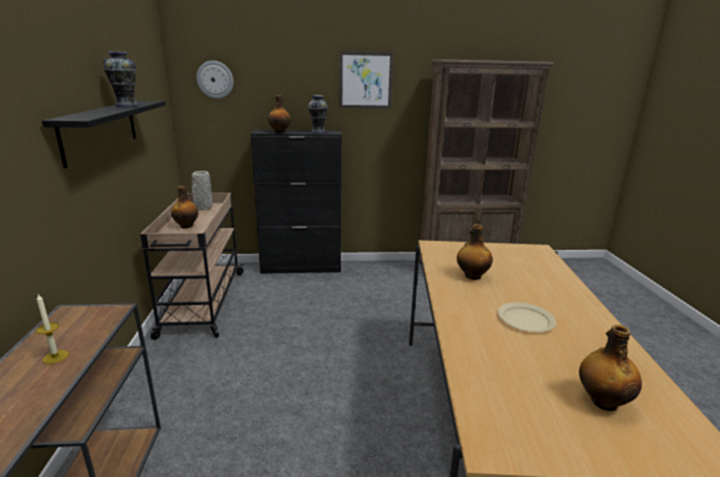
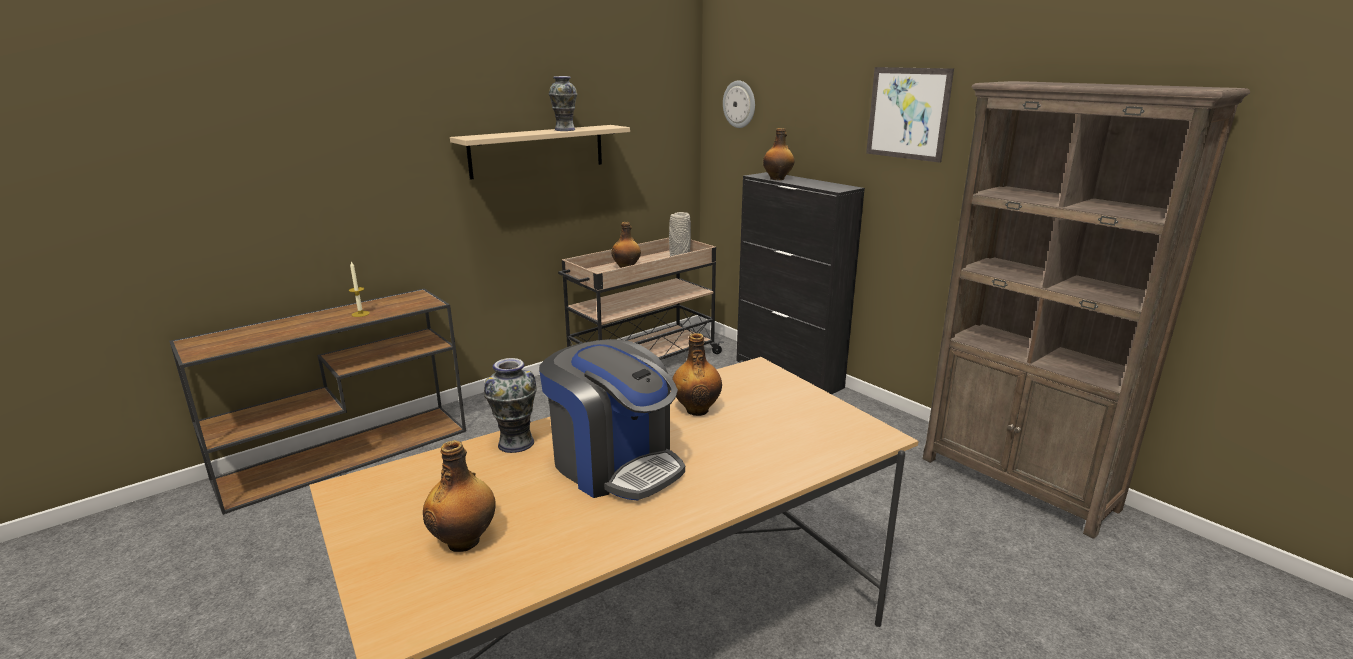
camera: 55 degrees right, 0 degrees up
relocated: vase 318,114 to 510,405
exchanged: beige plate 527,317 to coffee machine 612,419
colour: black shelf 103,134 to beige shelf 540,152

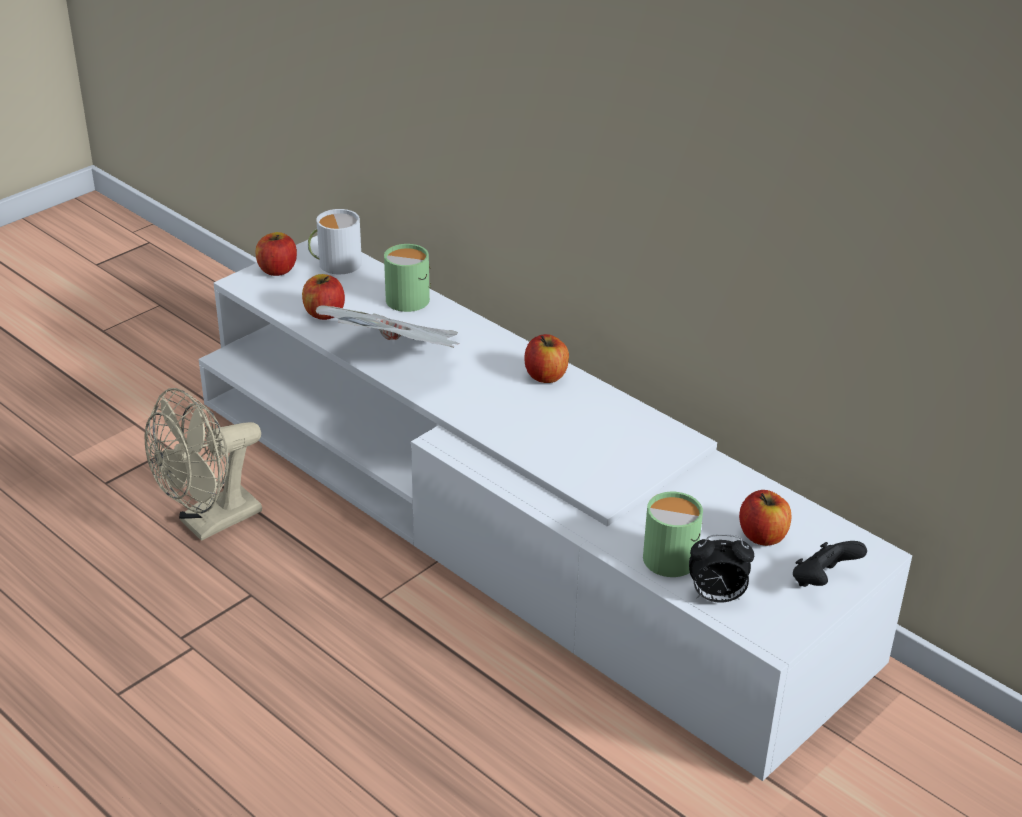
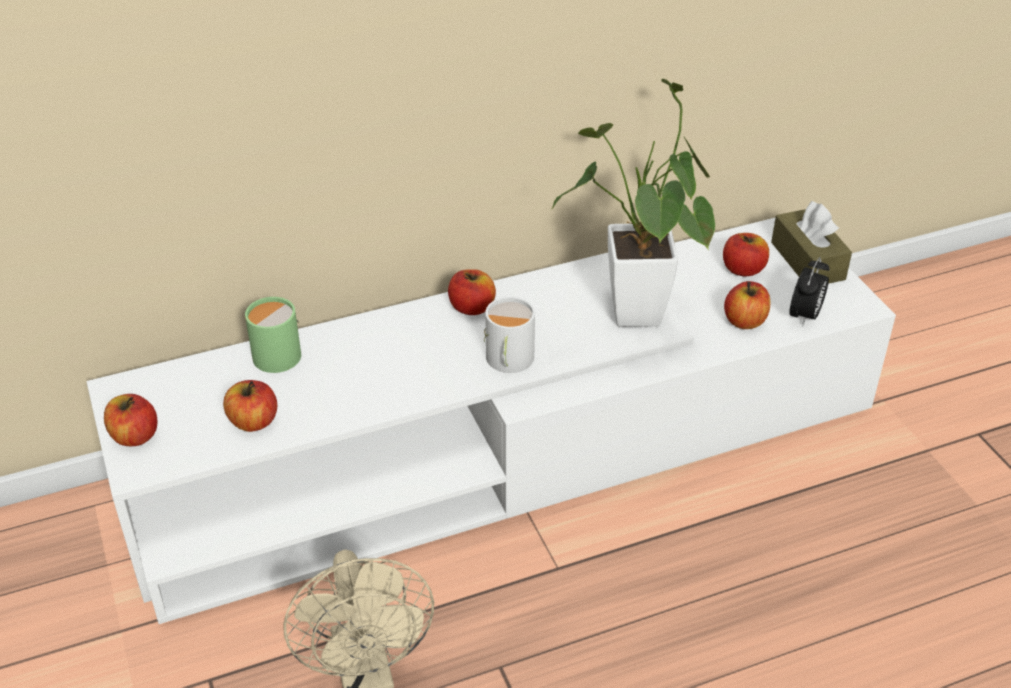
camera: 65 degrees left, 5 degrees up
missing: newspaper 387,326
appeared: potted plant 633,203
relocated: white mug 335,241 to 509,335
exchanged: green mug 673,534 to apple 747,305; black game controller 830,564 to brown tissue box 811,242

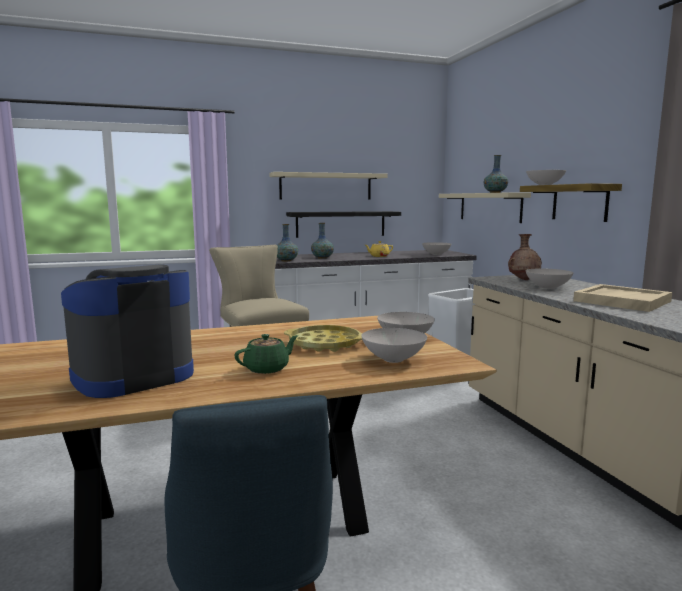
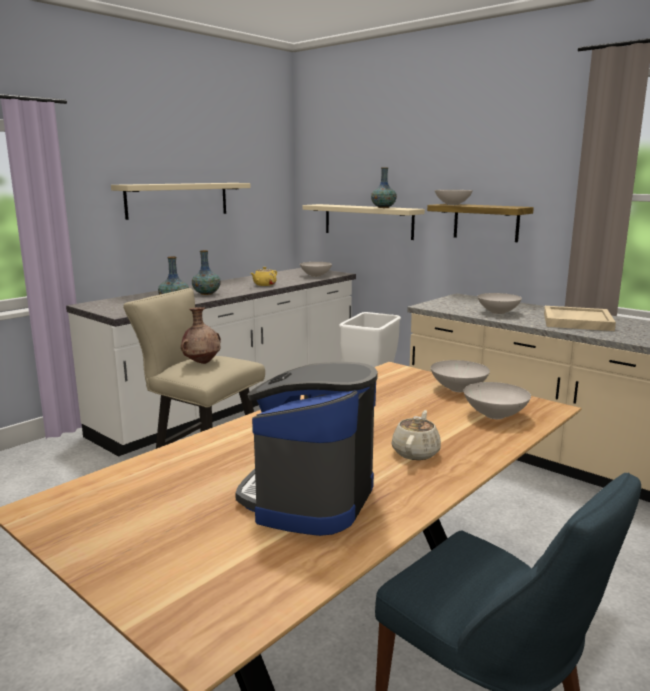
camera: 30 degrees left, 5 degrees up
missing: black shelf 343,224; yellow tray 323,338
relocated: brown vase 525,257 to 201,335
colour: green teapot 266,354 to beige teapot 416,435

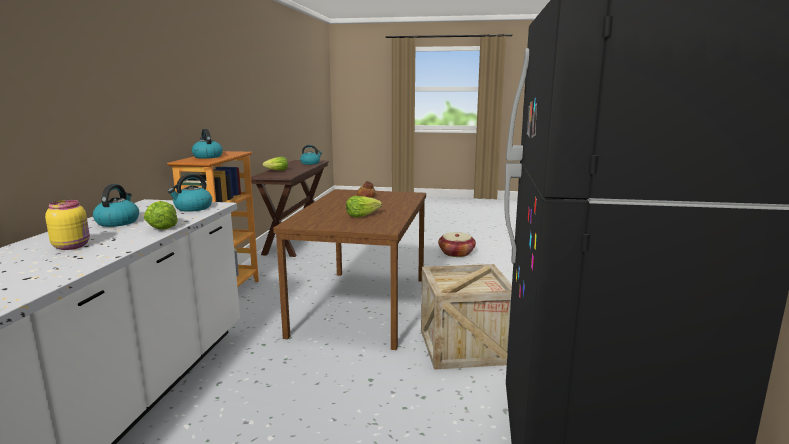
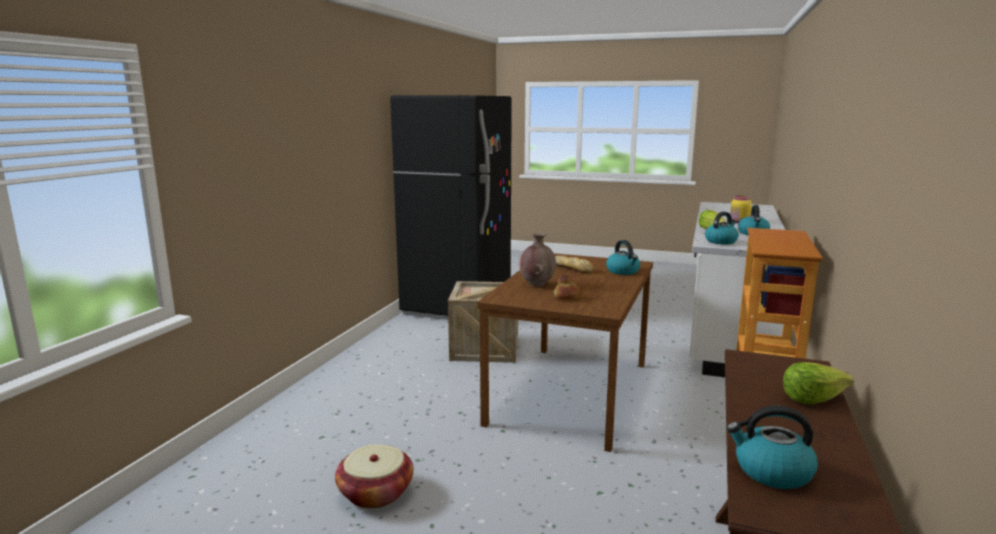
camera: 170 degrees left, 0 degrees up
appeared: brown vase 537,260
relocated: kettle 207,144 to 623,257
exchanged: lettuce 364,206 to bread 574,264

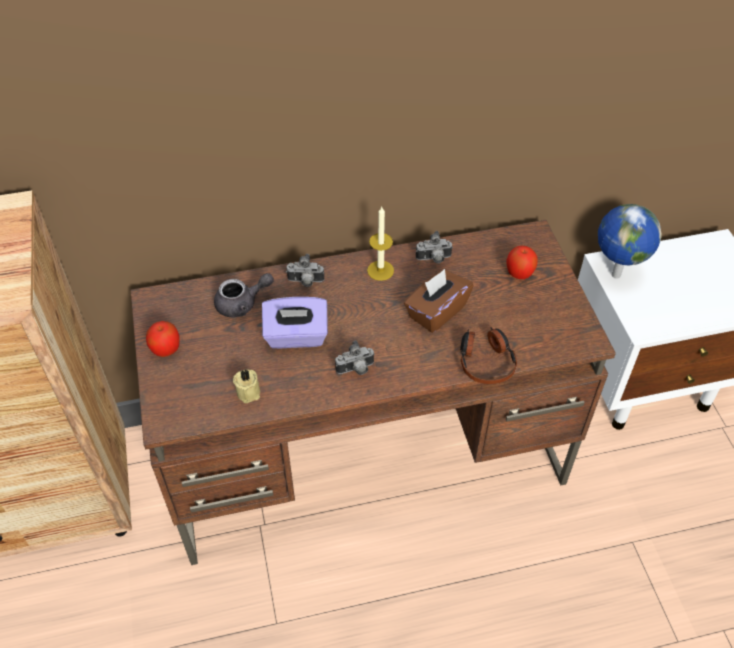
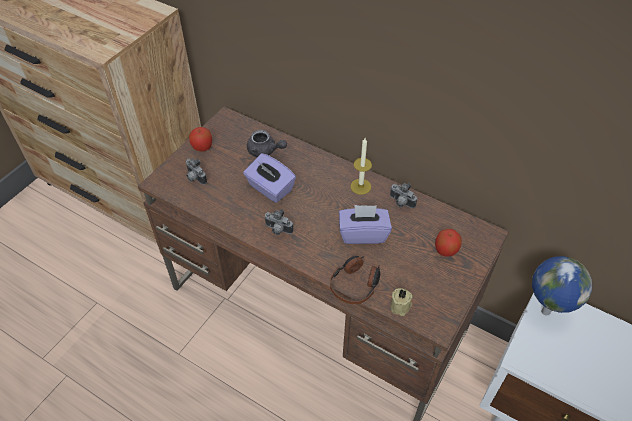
camera: 45 degrees right, 0 degrees up
relocated: photo camera 305,270 to 196,172; beige candle 246,386 to 402,302
colour: brown tissue box 439,301 to purple tissue box 365,224

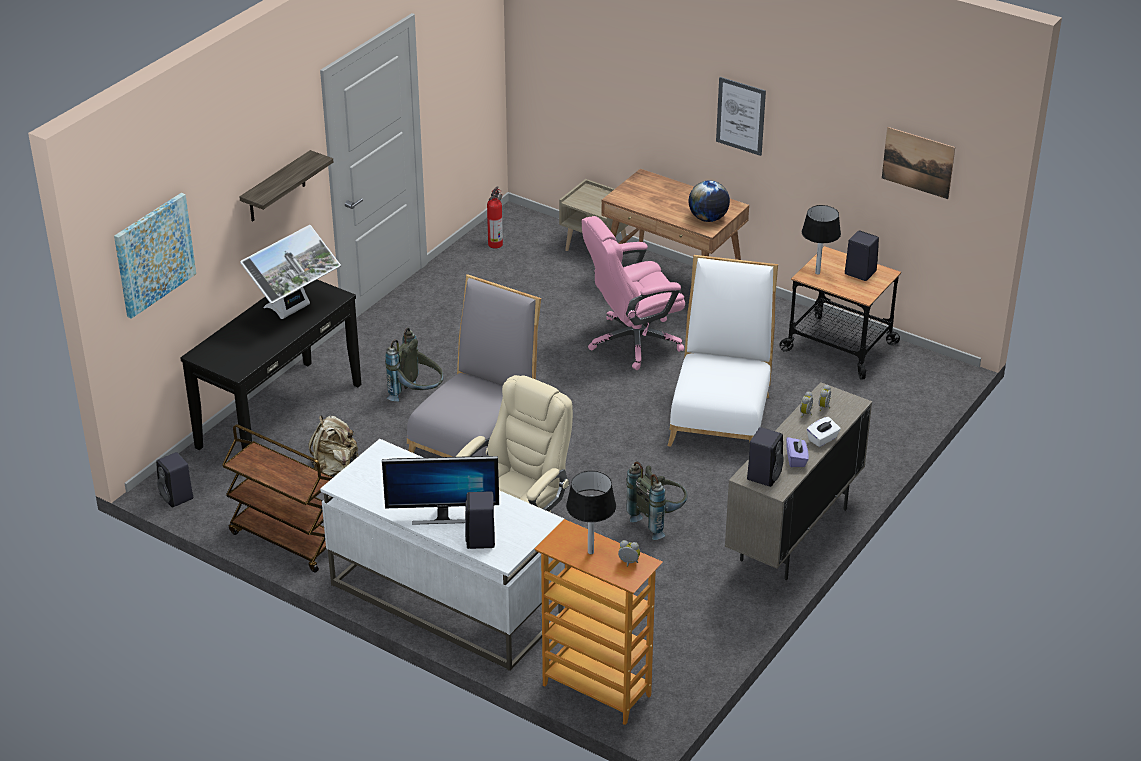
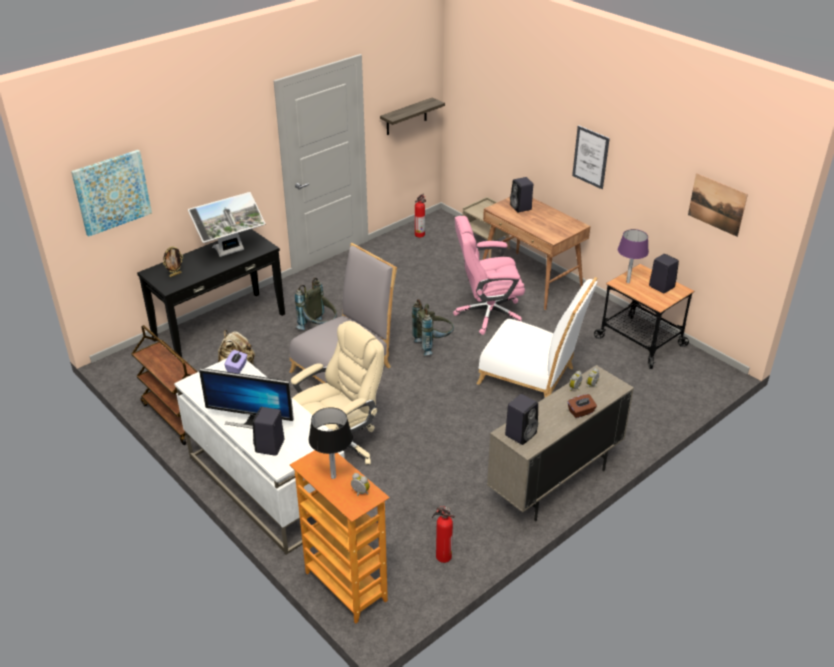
camera: 15 degrees right, 0 degrees up
missing: globe 709,201
appeared: picture frame 173,262; fire extinguisher 443,534
relocated: shelf 286,186 to 412,116; purple tissue box 797,452 to 235,361; black speaker 174,479 to 521,194; grey backpack 656,501 to 433,327
colour: black table lamp 821,239 to purple table lamp 633,256; white tissue box 824,432 to brown tissue box 582,406
spun: white chair 723,350 = 537,337 90 degrees clockwise

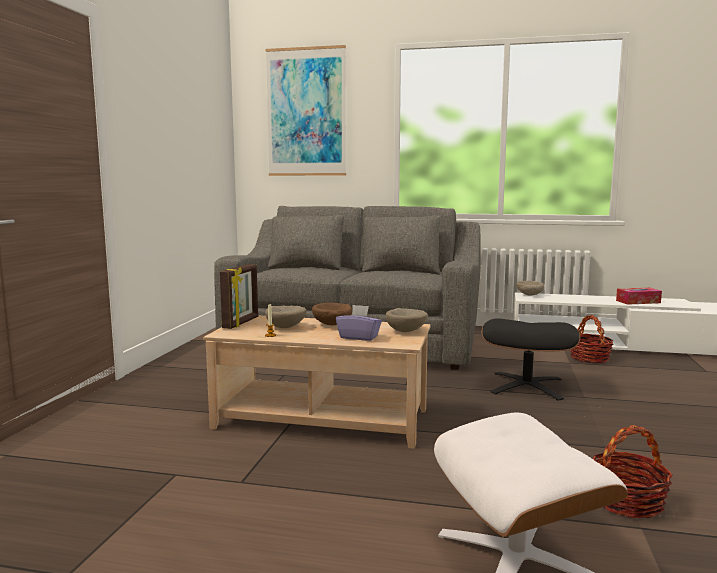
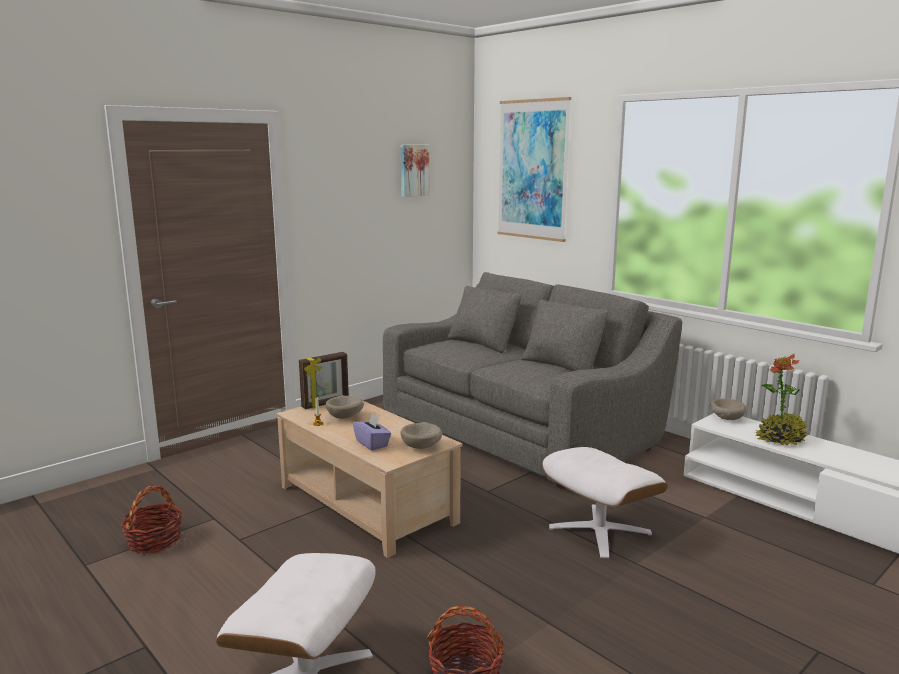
camera: 35 degrees right, 5 degrees up
missing: tissue box 639,296; brown bowl 332,314
appeared: picture 415,171; potted plant 782,400
relocated: basket 591,339 to 151,519
colour: black ottoman 530,359 to white ottoman 605,502

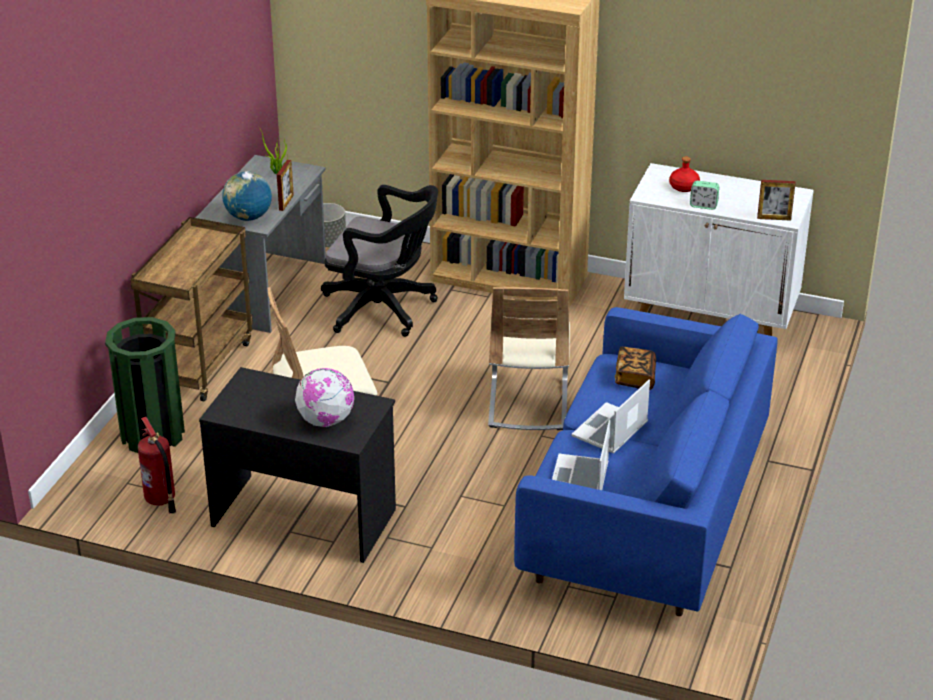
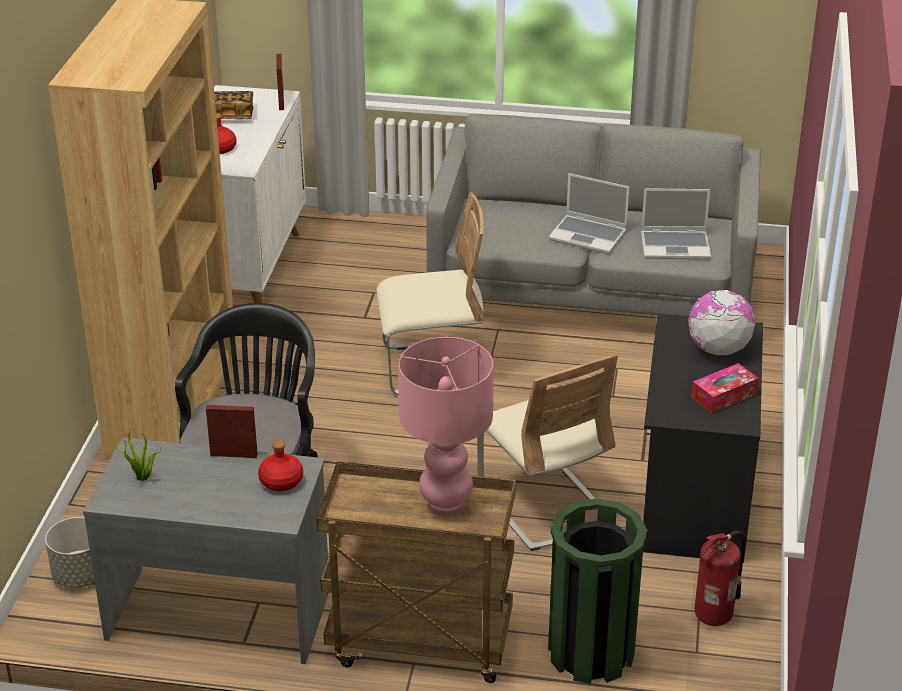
camera: 100 degrees left, 0 degrees up
missing: alarm clock 704,195
appeared: pink table lamp 446,426; tissue box 725,388
relocated: book 635,368 to 233,105
exchanged: globe 247,196 to red bottle 280,465
colour: blue sofa 646,461 to grey sofa 593,215

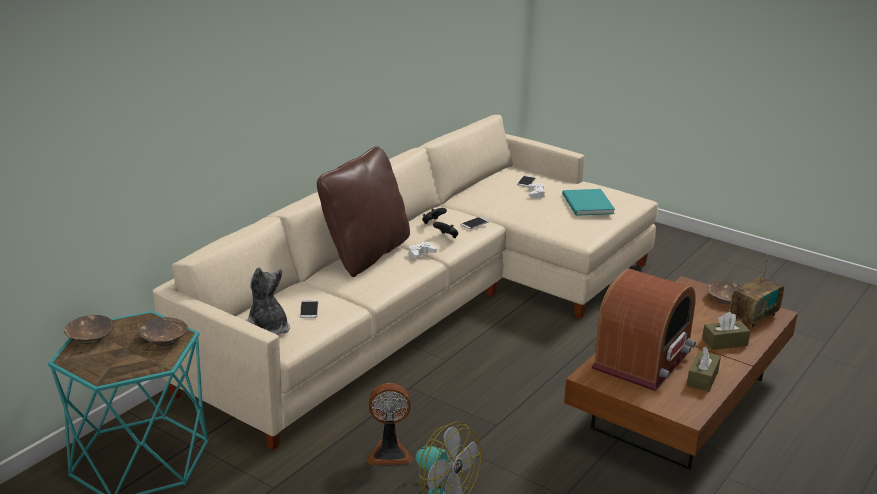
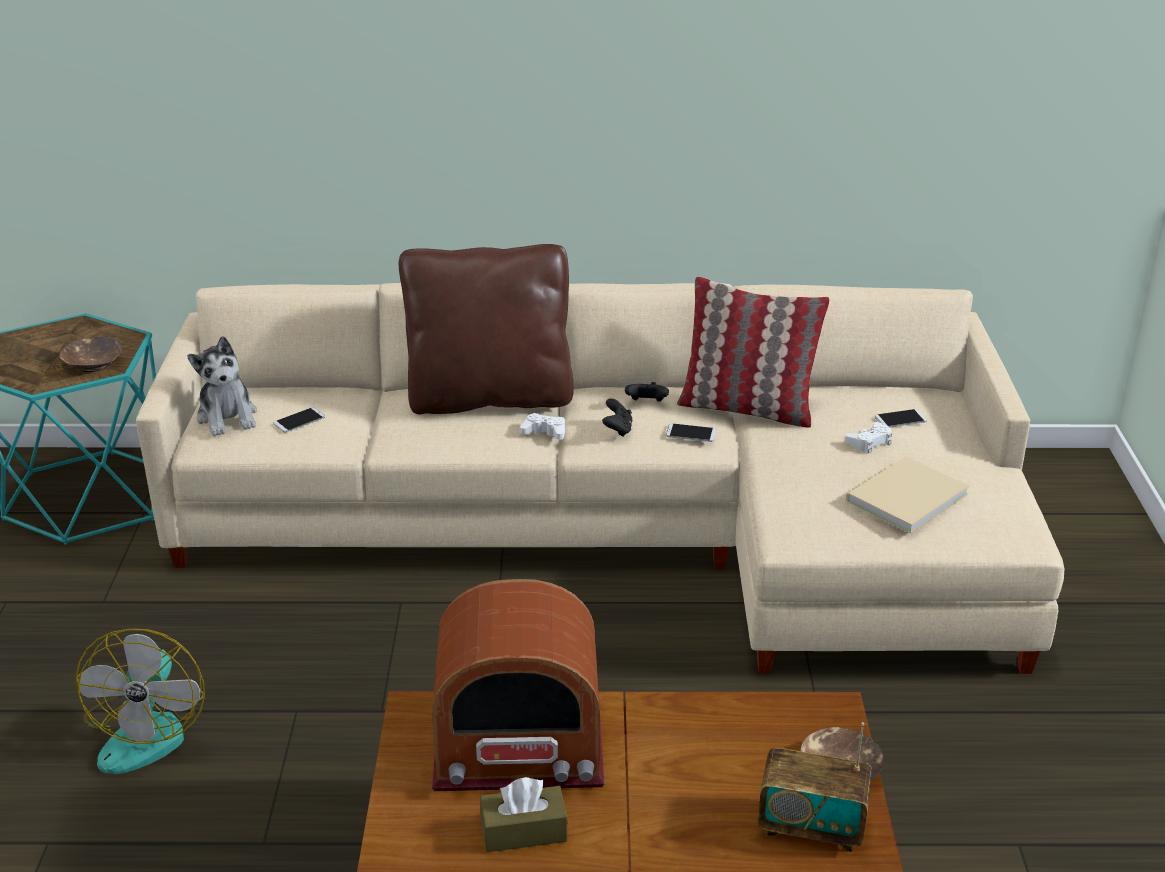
camera: 55 degrees right, 5 degrees up
missing: brown tissue box 726,331; brown bowl 89,329; fan 390,424
appeared: pillow 753,352
colour: turquoise book 588,202 to beige book 907,495
spun: plush toy 267,301 = 222,386 135 degrees clockwise

